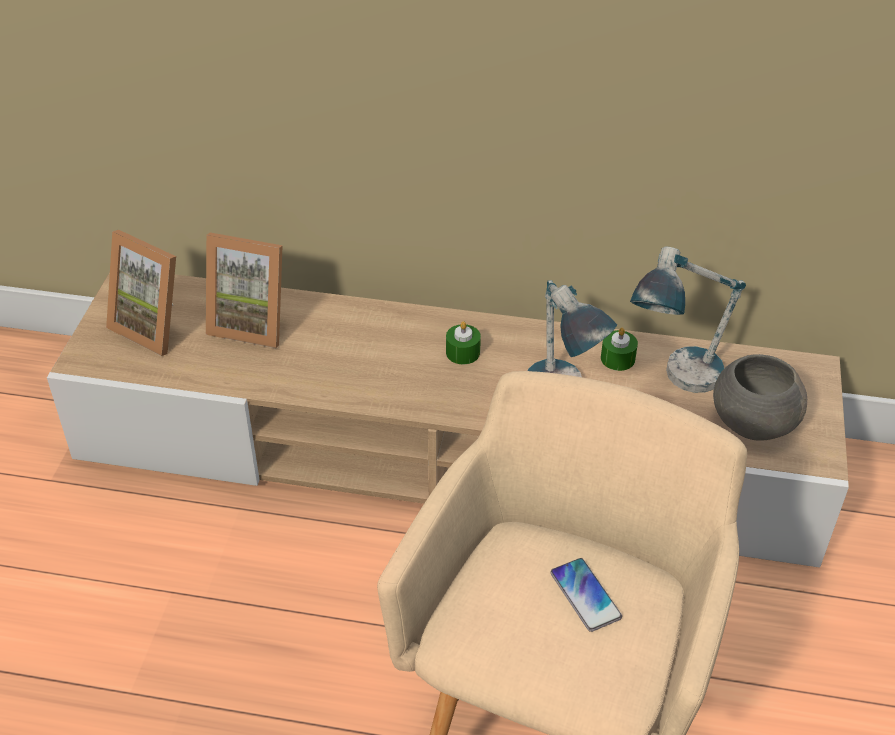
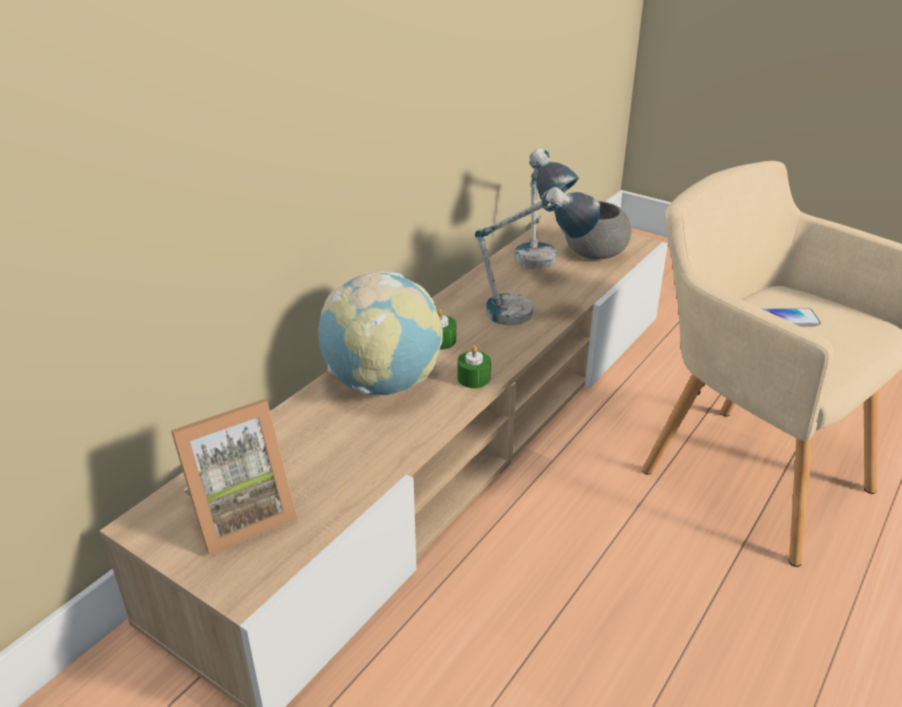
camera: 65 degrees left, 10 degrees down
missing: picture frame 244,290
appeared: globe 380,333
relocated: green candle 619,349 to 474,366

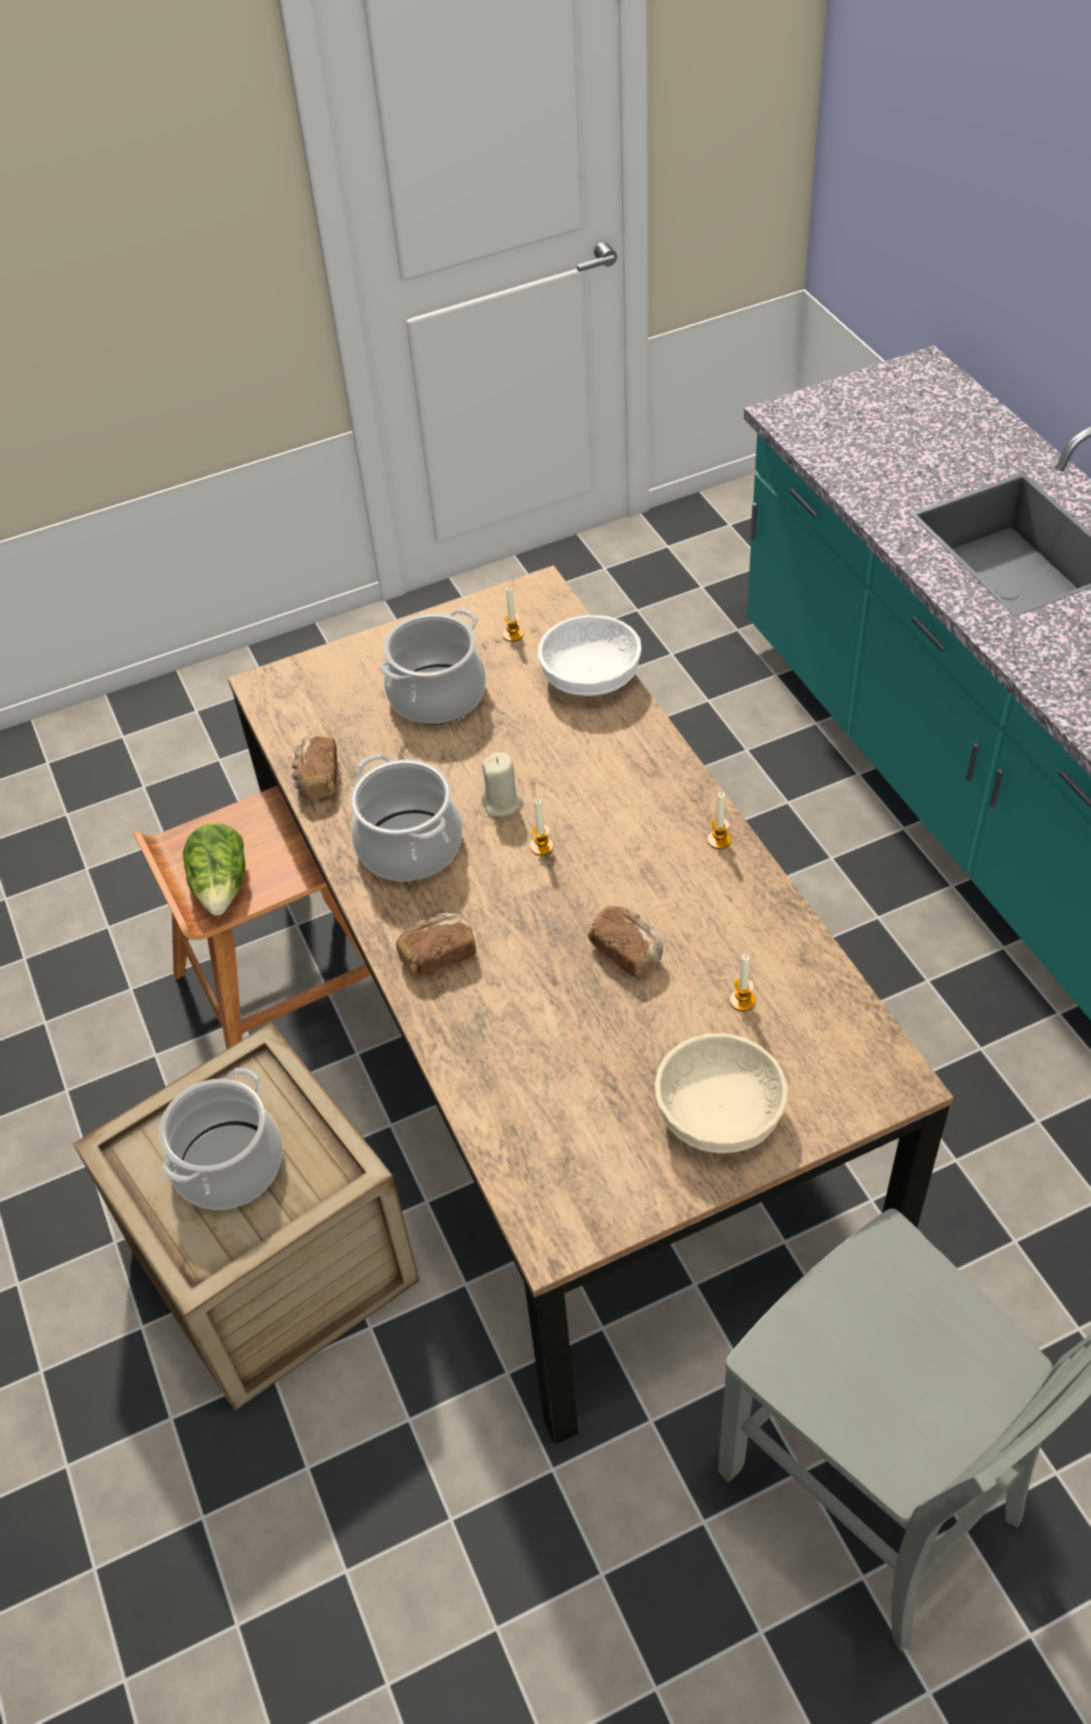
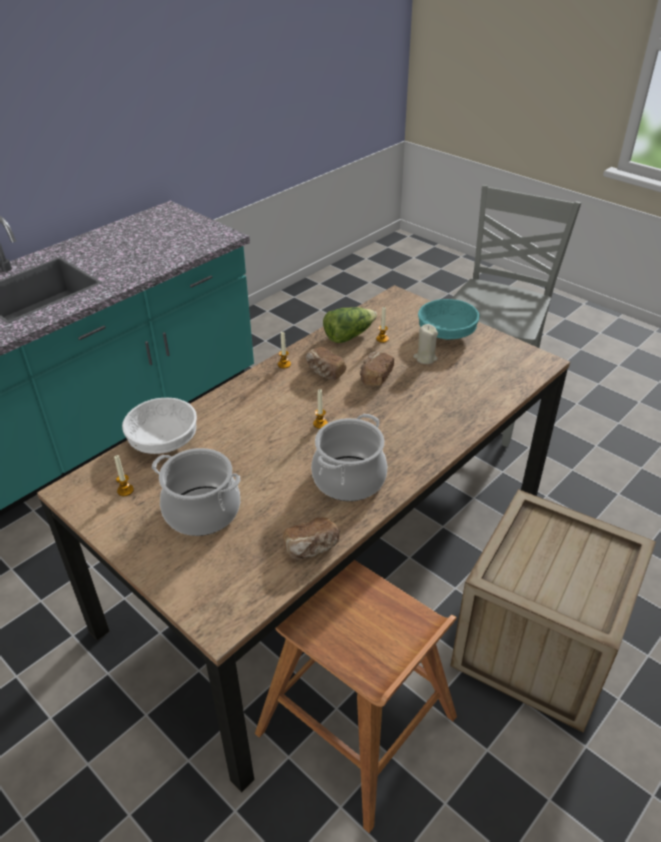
camera: 115 degrees left, 10 degrees down
missing: cooking pot 221,1139
relocated: beige candle 502,784 to 425,344; lettuce 214,869 to 350,325; bread 436,944 to 326,363
colour: beige bowl 721,1093 to turquoise bowl 448,319

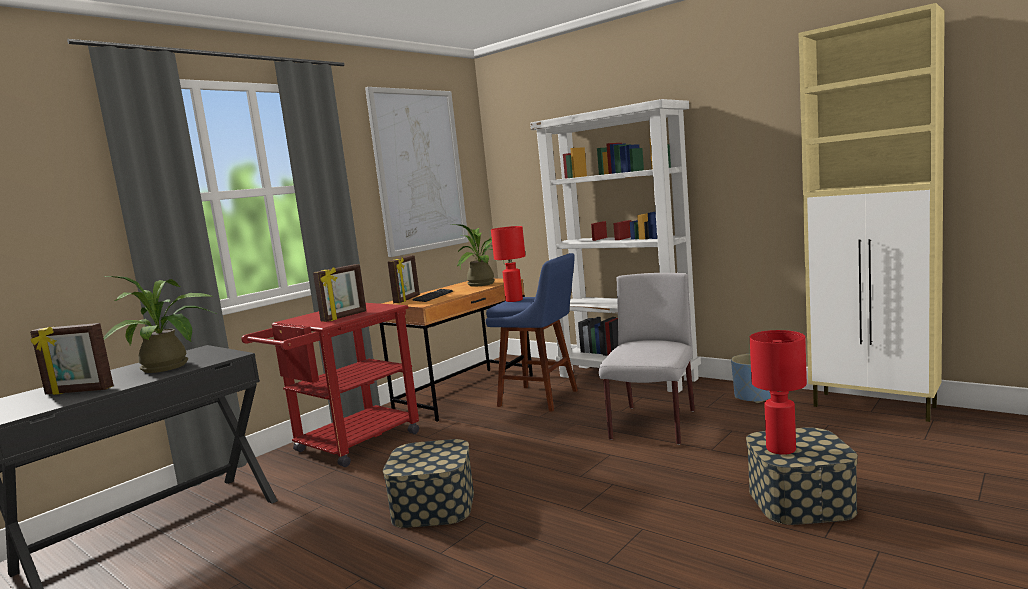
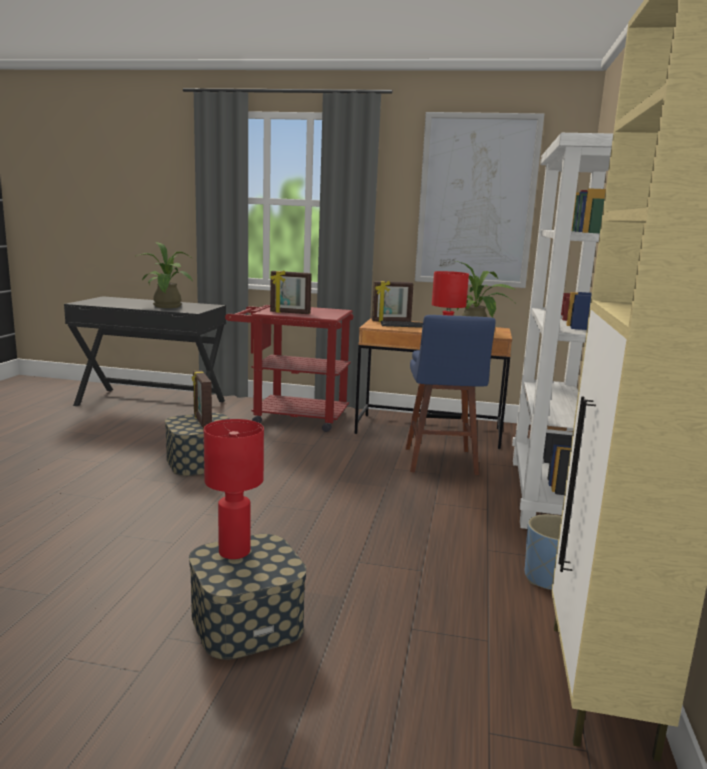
camera: 60 degrees right, 5 degrees up
missing: grey chair 647,359
relocated: picture frame 72,359 to 202,399

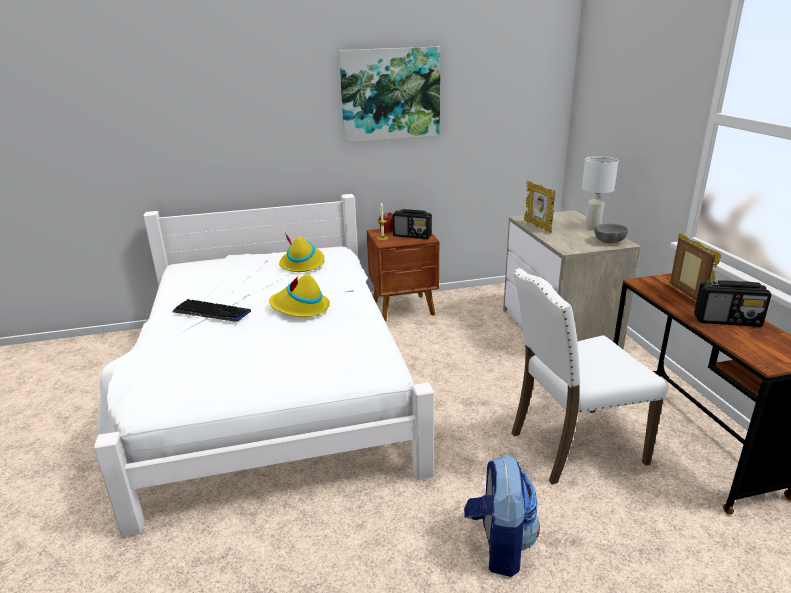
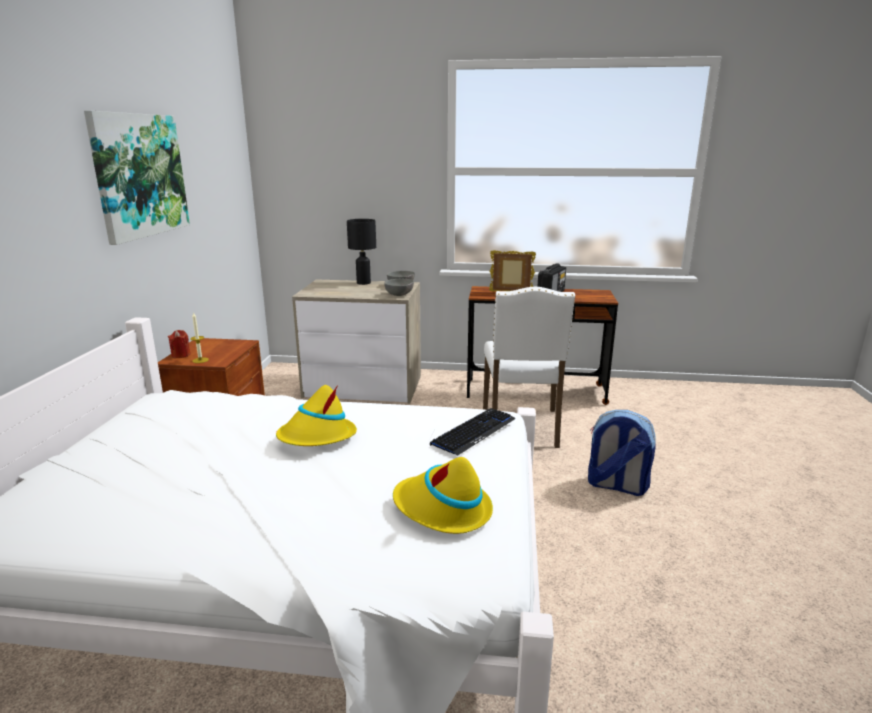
camera: 70 degrees left, 5 degrees down
missing: picture frame 540,206; radio 412,224
appeared: grey bowl 399,287
relocated: yellow hat 302,252 to 443,495; keyboard 211,310 to 473,432
colour: white table lamp 600,193 to black table lamp 361,252

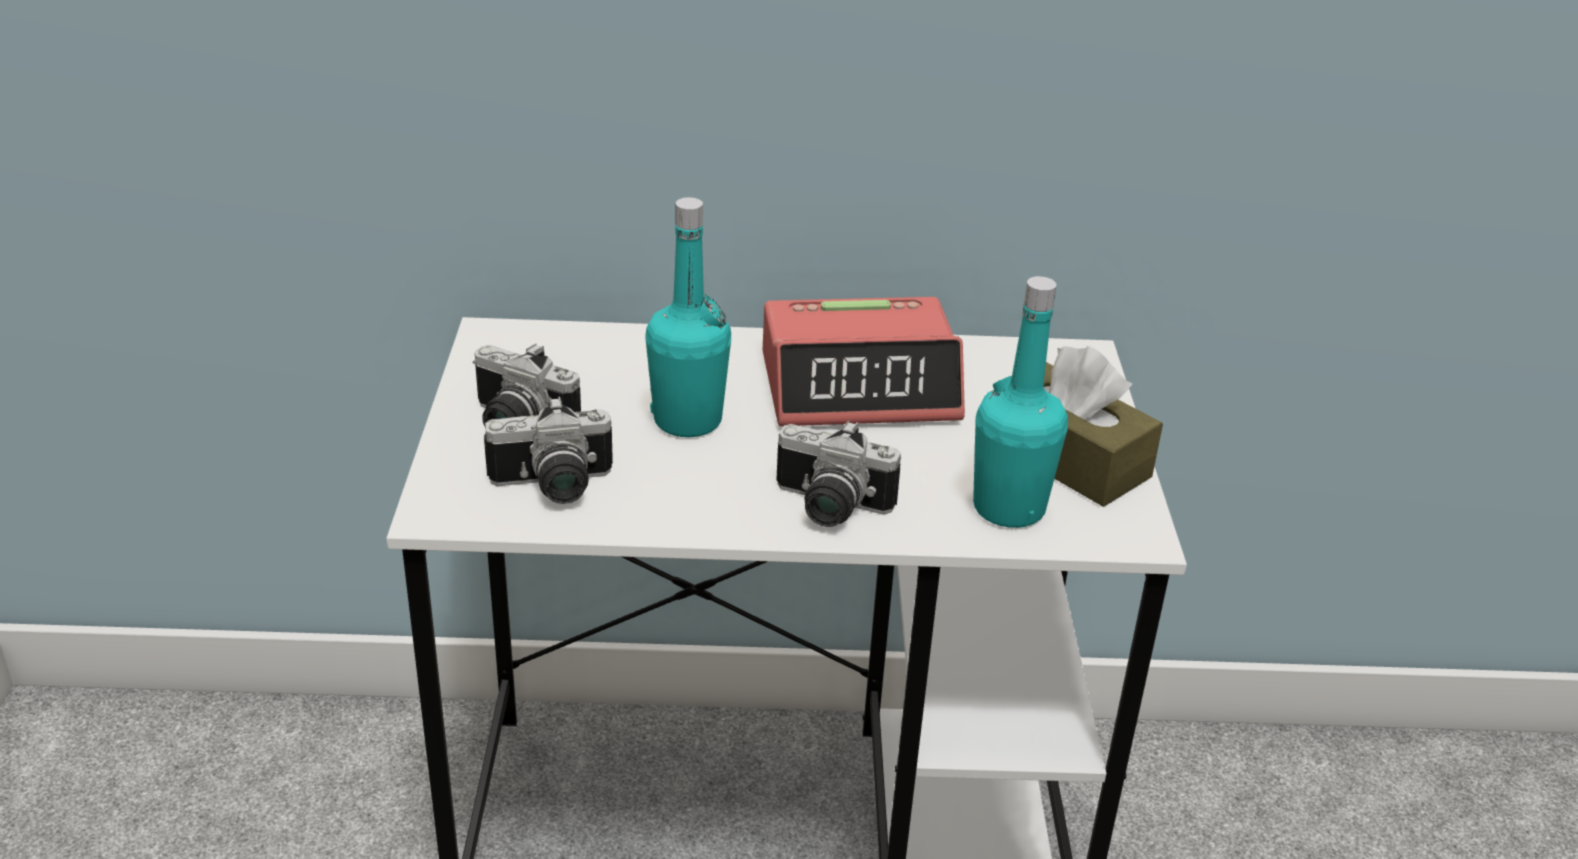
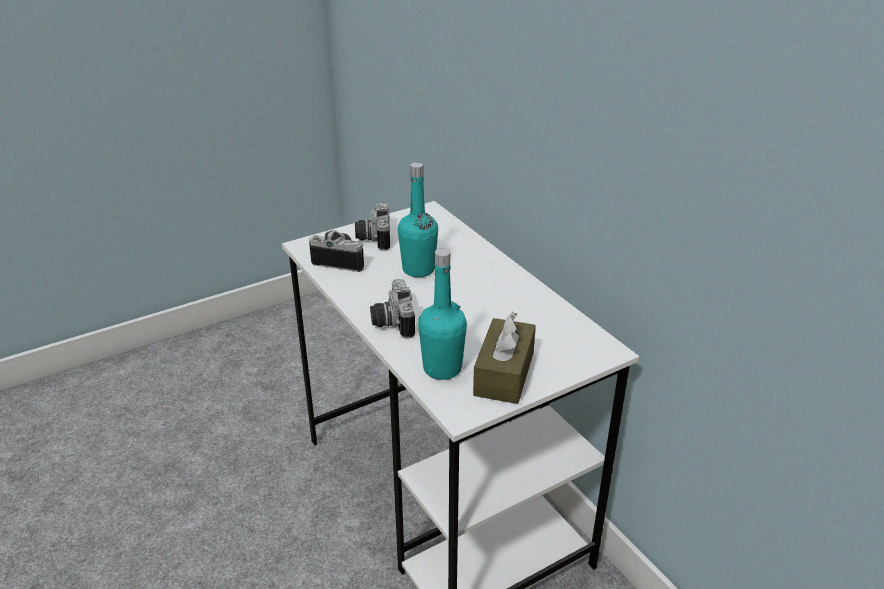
camera: 60 degrees right, 0 degrees up
missing: alarm clock 864,361
spun: photo camera 548,450 = 336,251 150 degrees clockwise

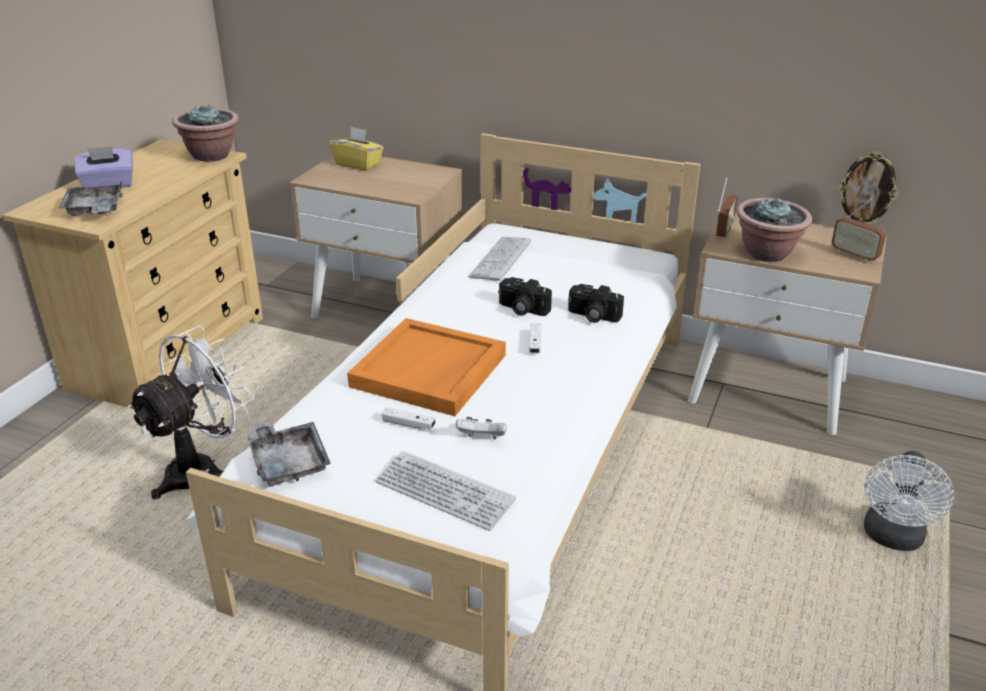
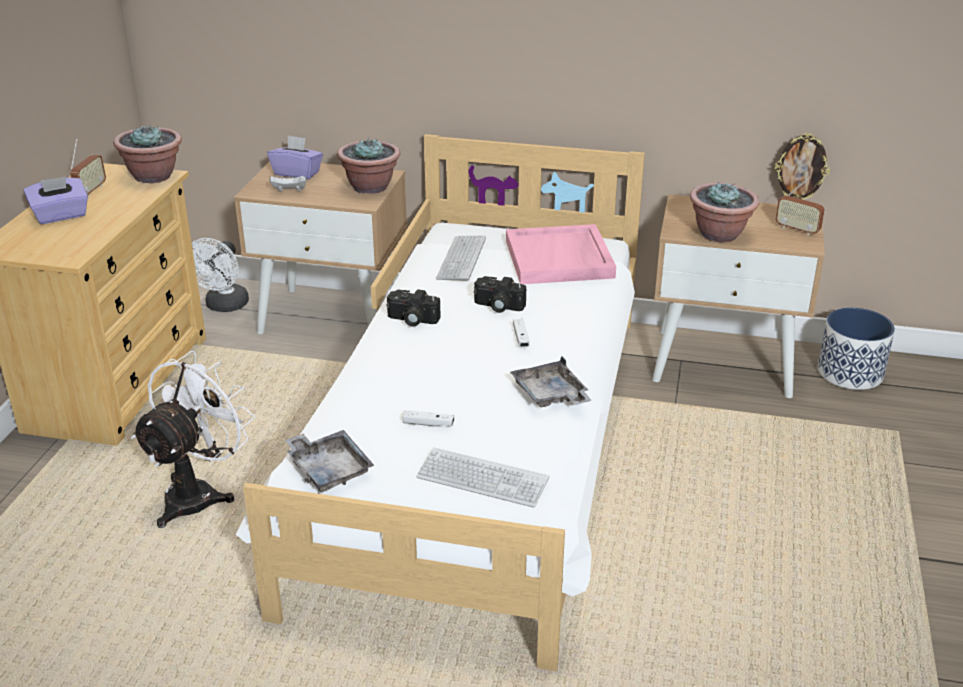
camera: 10 degrees left, 0 degrees up
missing: orange tray 426,367
appeared: potted plant 368,165; pink tray 561,254; planter 856,349
relocated: radio 727,208 to 88,168; grey tray 91,198 to 550,381; photo camera 596,303 to 414,308; white game controller 481,428 to 288,183; white fan 909,501 to 220,275
colour: yellow tissue box 357,149 to purple tissue box 295,157

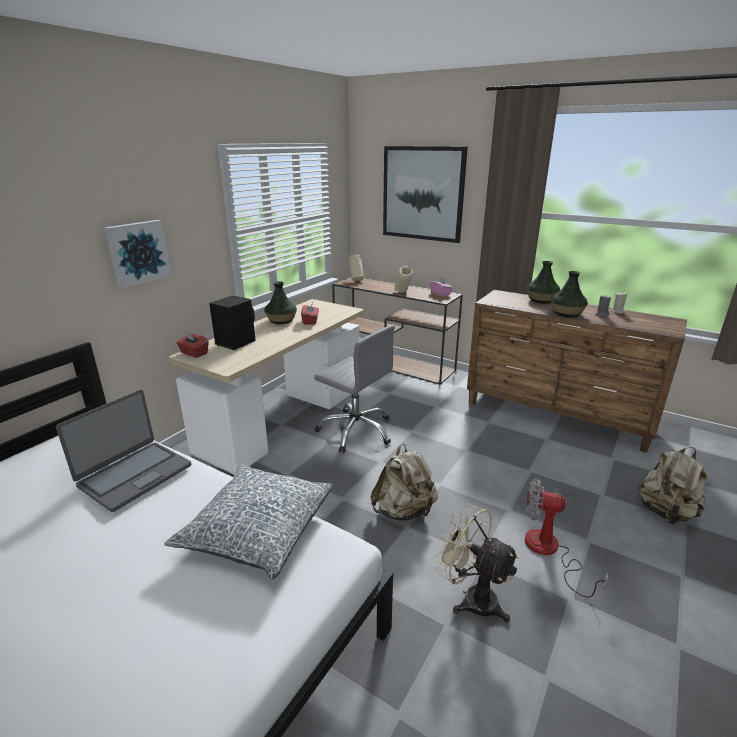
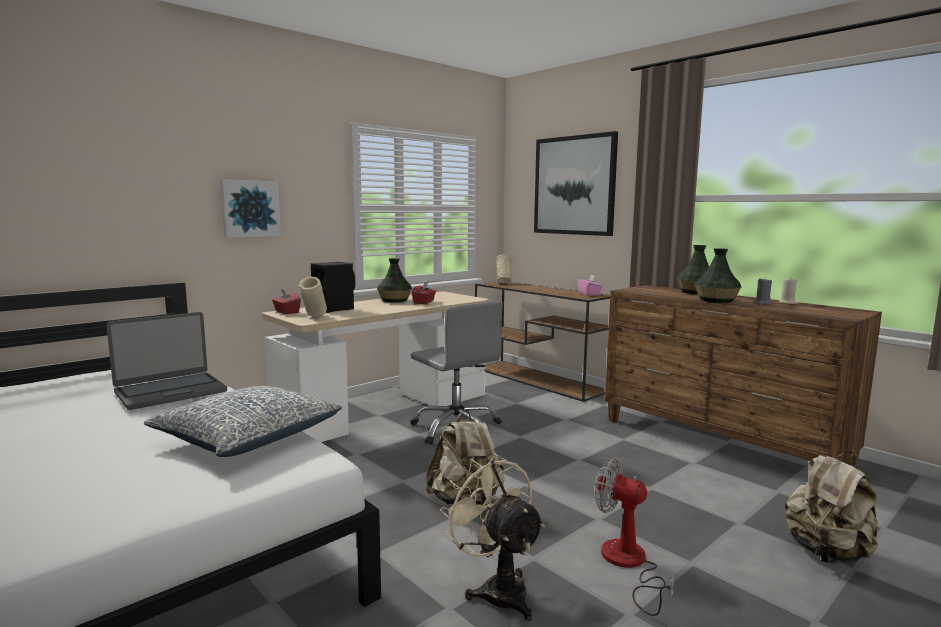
camera: 15 degrees right, 15 degrees down
relocated: beige vase 403,279 to 313,297

